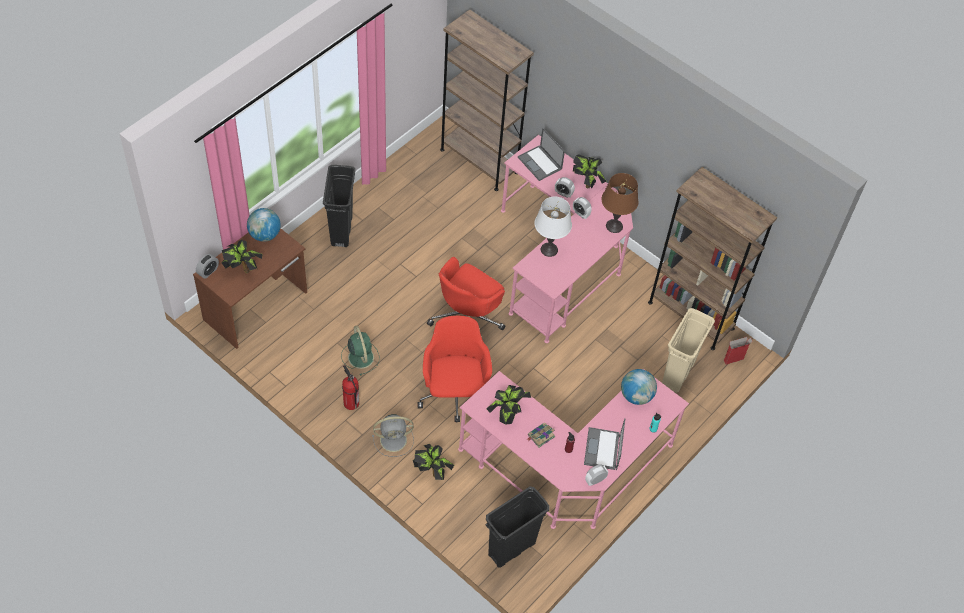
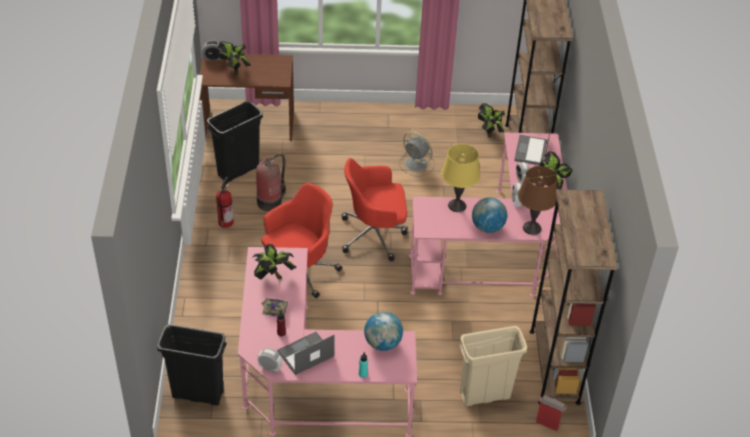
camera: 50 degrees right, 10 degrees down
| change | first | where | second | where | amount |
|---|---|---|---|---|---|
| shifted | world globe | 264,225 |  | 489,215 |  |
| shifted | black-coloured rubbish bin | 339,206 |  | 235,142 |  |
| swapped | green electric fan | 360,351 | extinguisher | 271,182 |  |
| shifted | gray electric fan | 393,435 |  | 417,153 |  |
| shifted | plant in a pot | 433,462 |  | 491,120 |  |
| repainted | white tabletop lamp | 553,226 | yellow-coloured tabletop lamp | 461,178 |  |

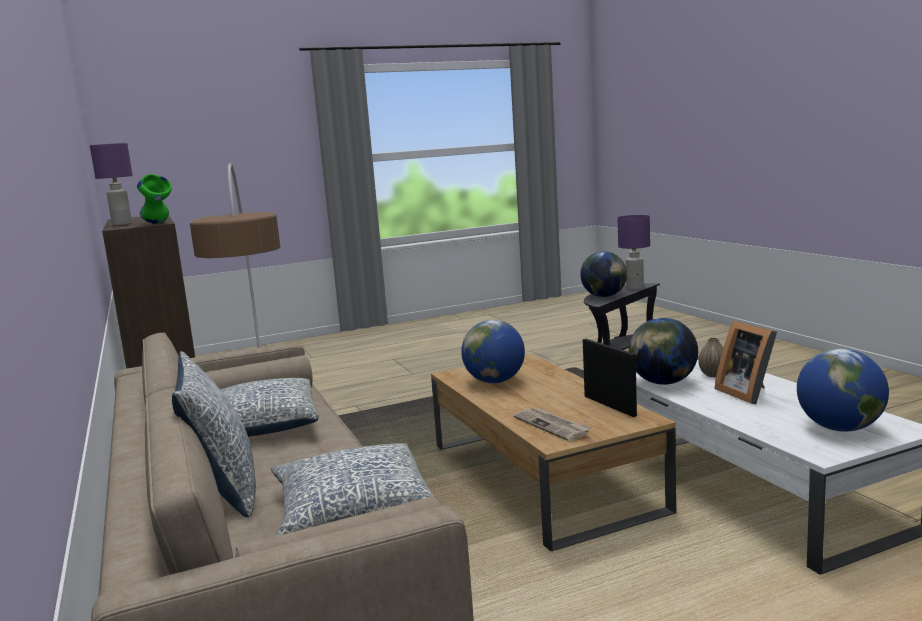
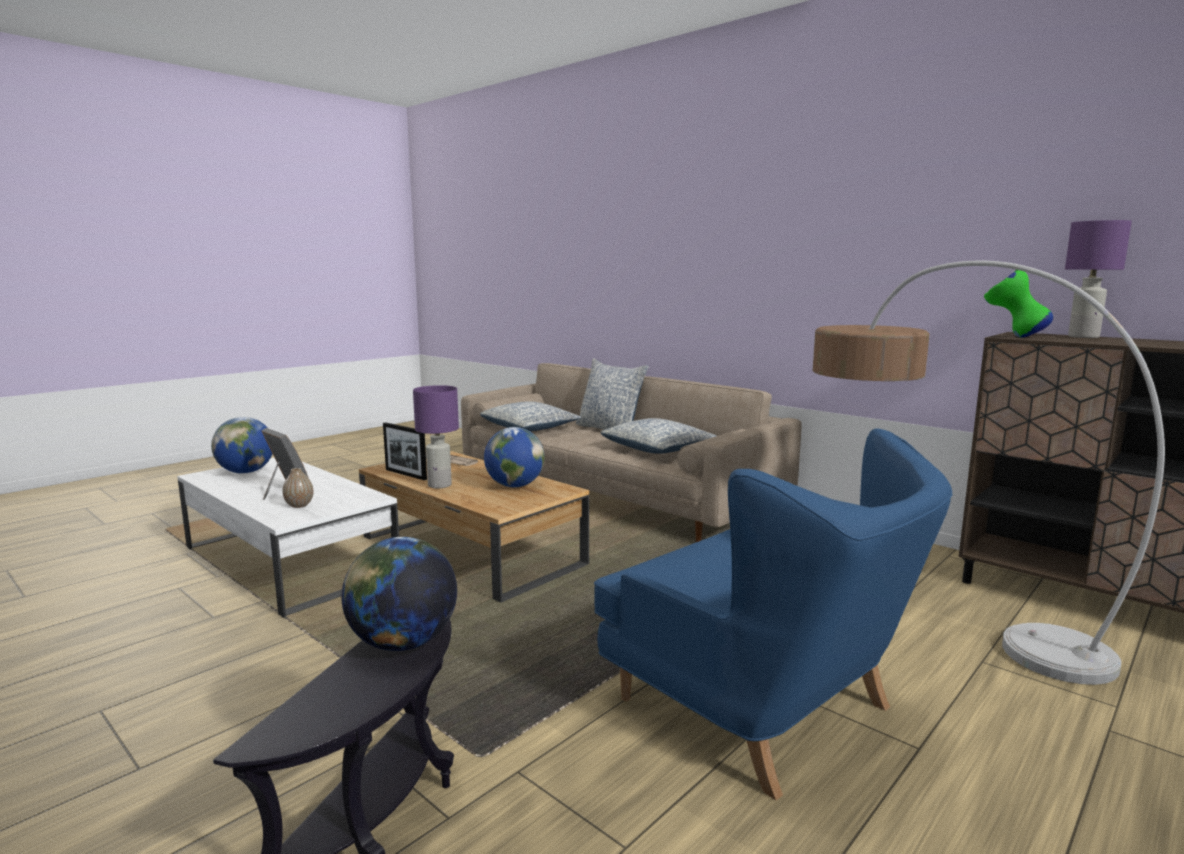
camera: 155 degrees right, 0 degrees up
| change | first | where | second | where | amount |
|---|---|---|---|---|---|
| shifted | purple-coloured tabletop lamp | 633,252 |  | 436,436 |  |
| gone | world globe | 663,351 |  |  |  |
| new |  |  | bluish lounge chair | 773,614 |  |

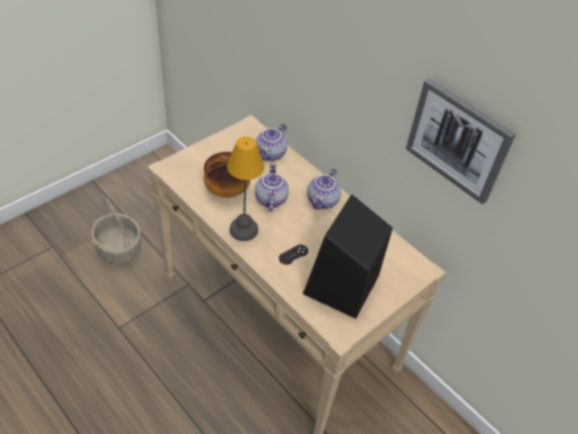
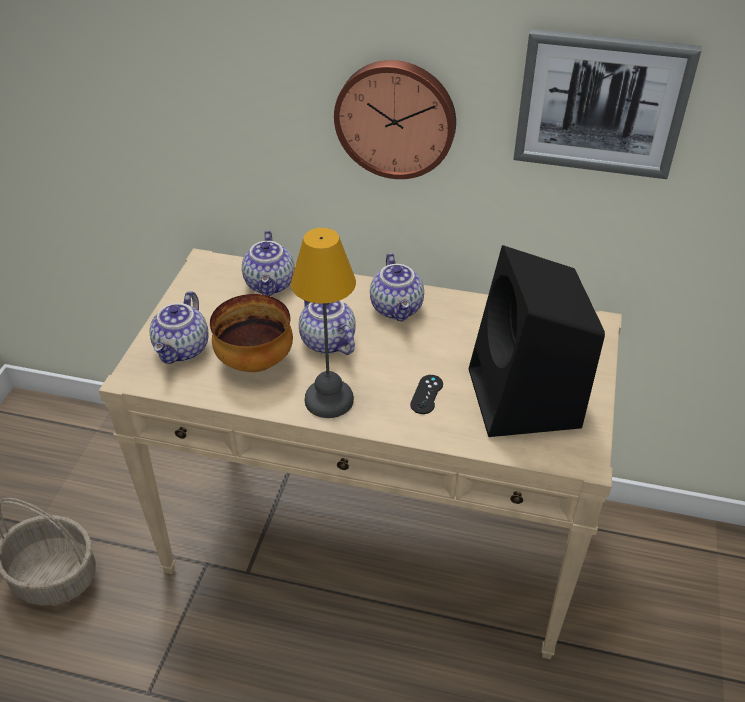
camera: 30 degrees left, 5 degrees down
| change | first | where | second | where | amount |
|---|---|---|---|---|---|
| new |  |  | pot for tea | 179,327 |  |
| new |  |  | clock on the wall | 395,119 |  |

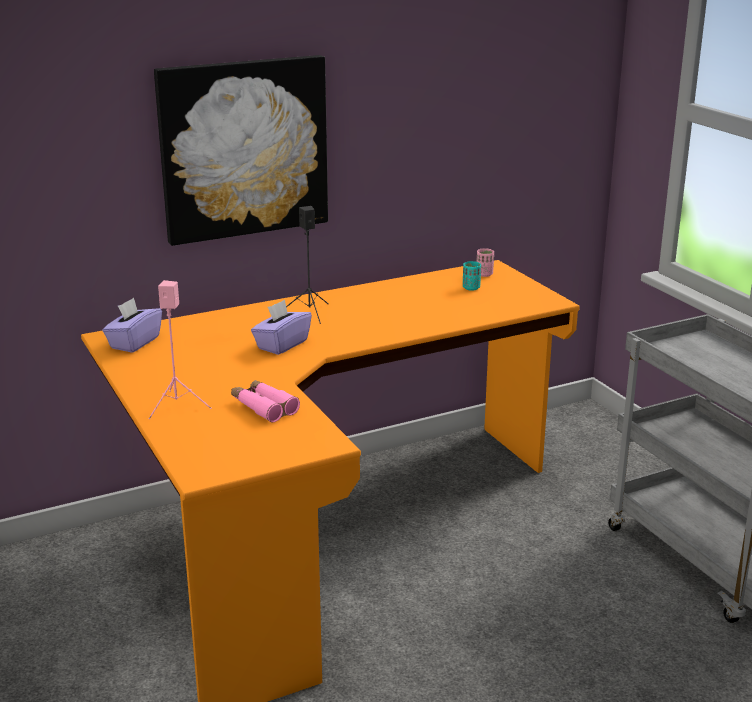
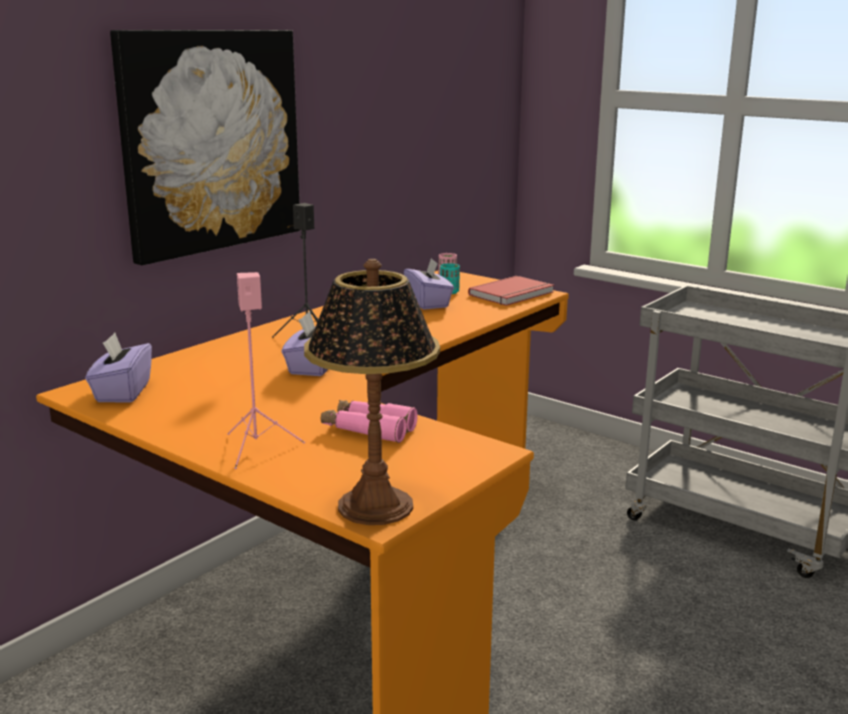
camera: 25 degrees left, 5 degrees down
| change | first | where | second | where | amount |
|---|---|---|---|---|---|
| new |  |  | tabletop lamp | 372,392 |  |
| new |  |  | purple-coloured box of tissues | 429,284 |  |
| new |  |  | reddish volume | 511,291 |  |

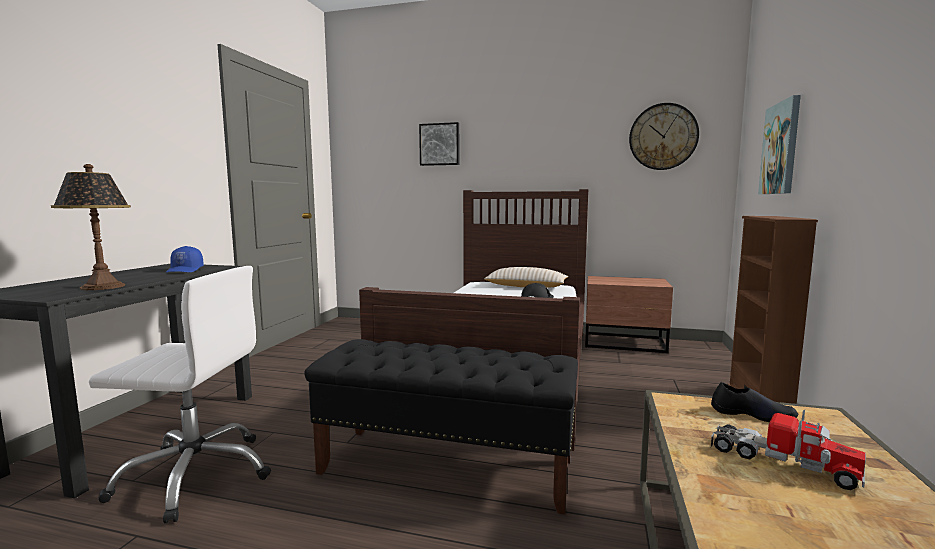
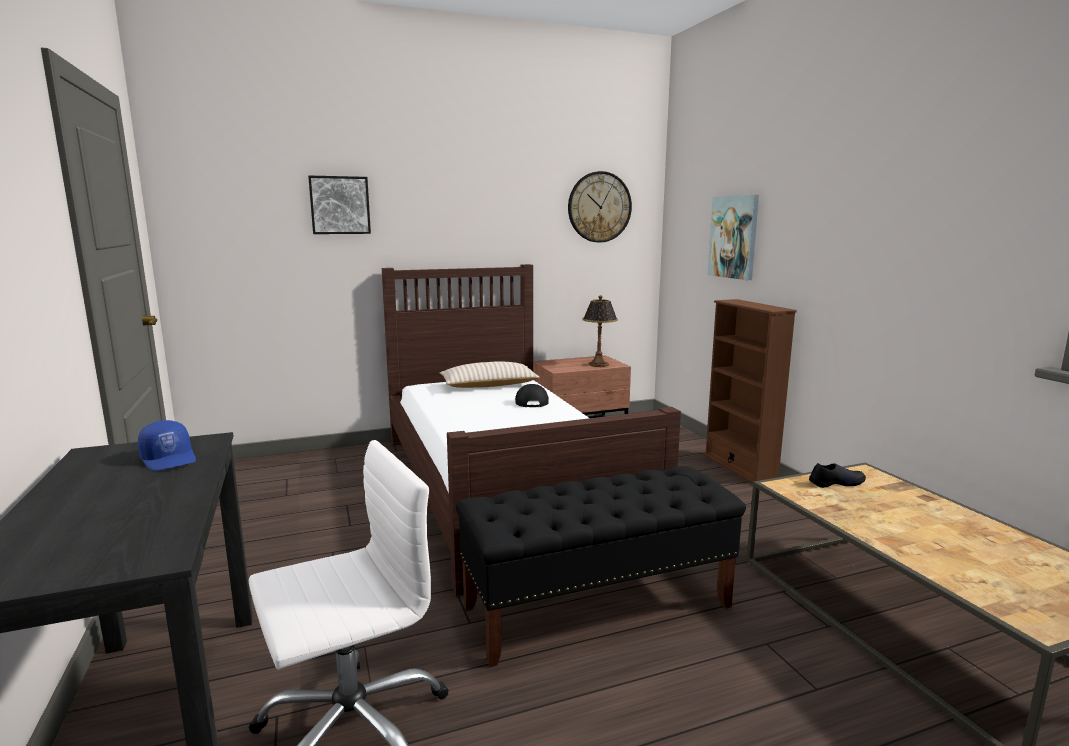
camera: 35 degrees left, 5 degrees up
| change | first | where | second | where | amount |
|---|---|---|---|---|---|
| shifted | tabletop lamp | 91,227 |  | 600,331 |  |
| gone | toy truck | 788,450 |  |  |  |

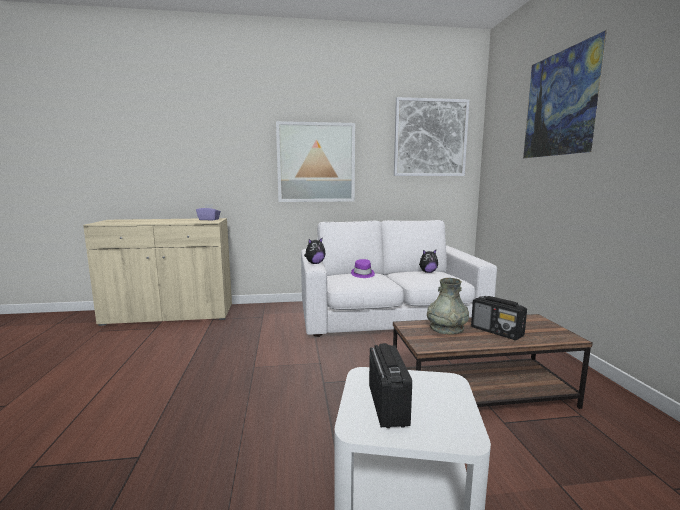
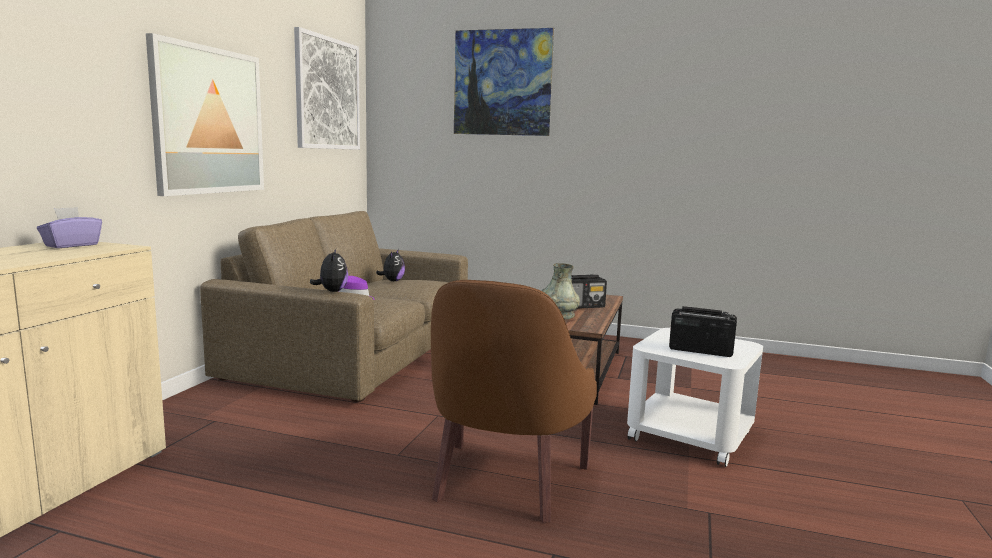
camera: 65 degrees left, 0 degrees up
| change | first | where | second | where | amount |
|---|---|---|---|---|---|
| repainted | white sofa | 399,278 | brownish sofa | 334,306 |  |
| new |  |  | brownish lounge chair | 514,401 |  |

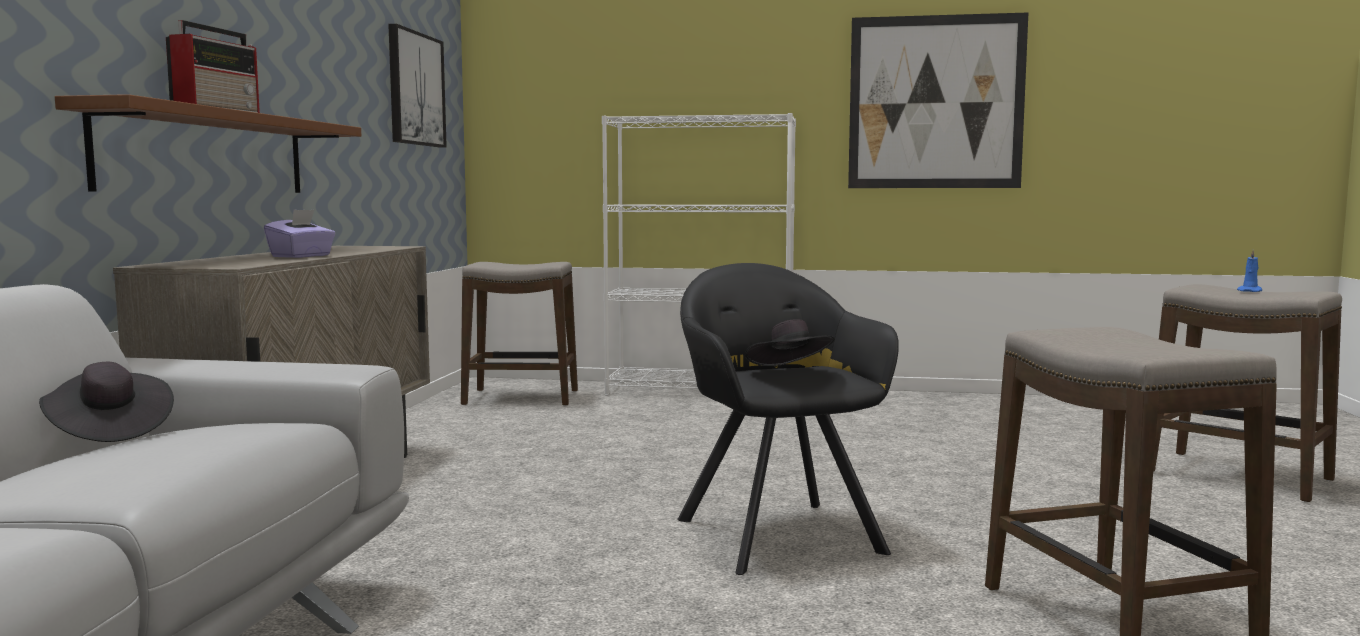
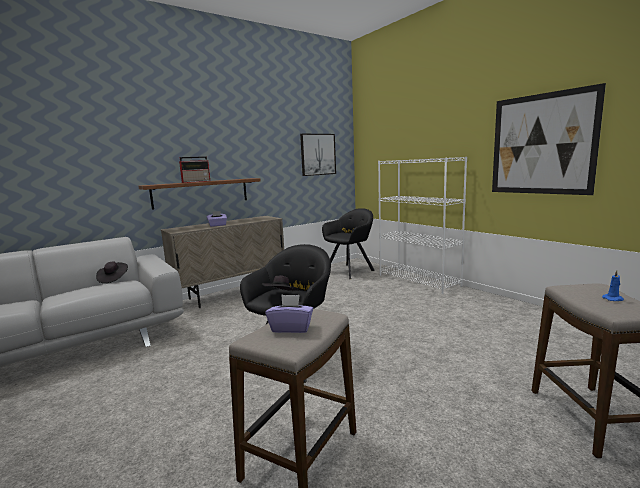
camera: 45 degrees right, 5 degrees up
| change | first | where | second | where | amount |
|---|---|---|---|---|---|
| swapped | sitting stool | 519,334 | black-coloured lounge chair | 348,243 |  |
| new |  |  | purple-coloured box of tissues | 289,313 |  |

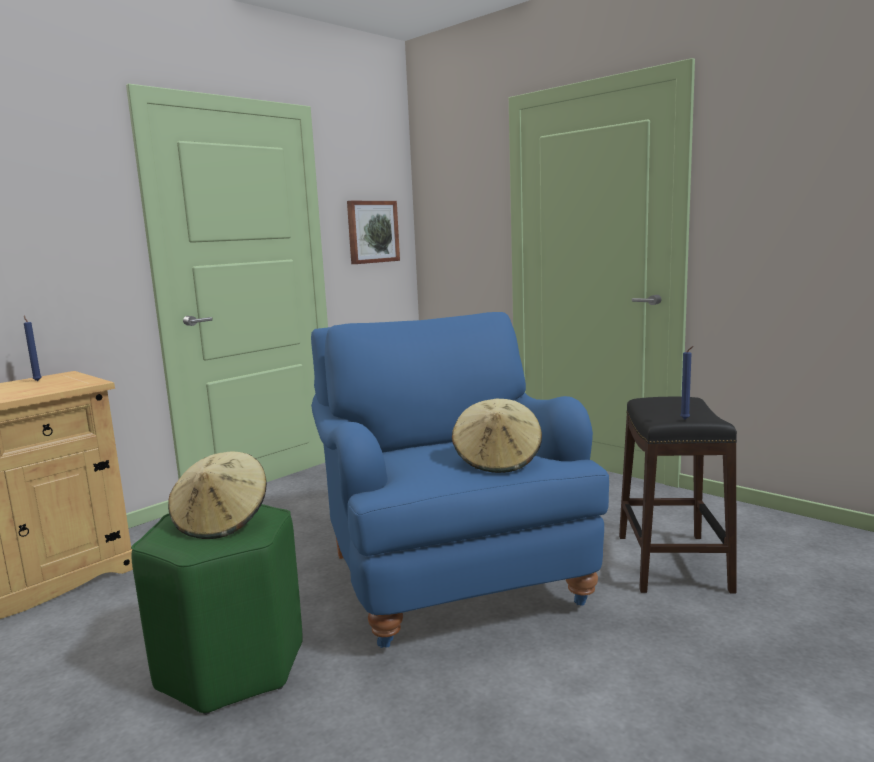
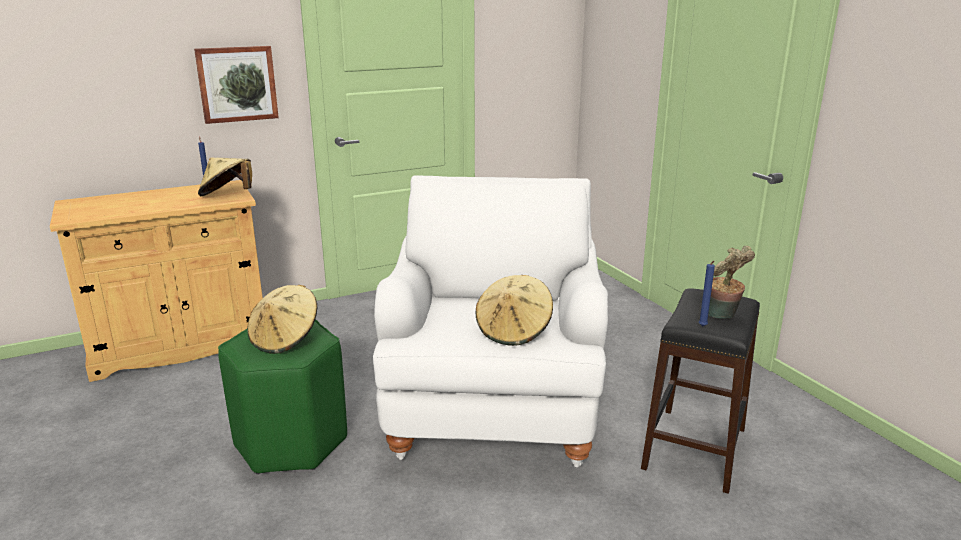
camera: 20 degrees right, 10 degrees up
| change | first | where | second | where | amount |
|---|---|---|---|---|---|
| repainted | bluish lounge chair | 460,480 | white lounge chair | 490,321 |  |
| shifted | wall picture | 373,232 |  | 236,85 |  |
| new |  |  | beige clothing hat | 225,176 |  |
| new |  |  | plant in a pot | 731,282 |  |

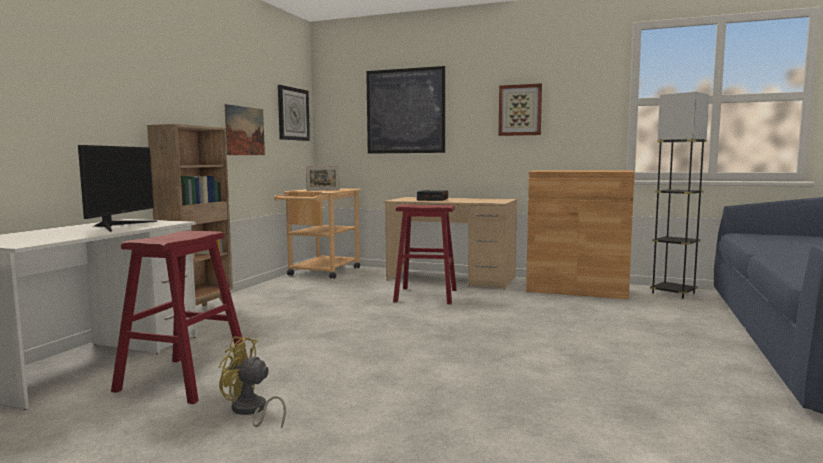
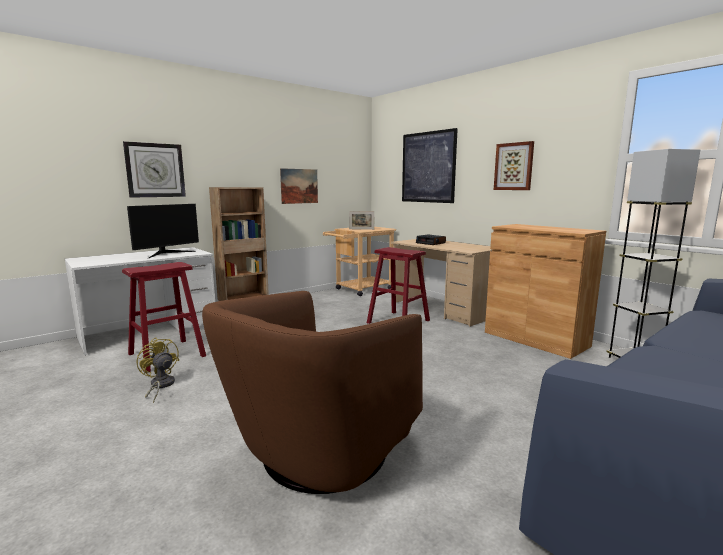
camera: 30 degrees right, 5 degrees up
| change | first | where | second | where | amount |
|---|---|---|---|---|---|
| shifted | clock on the wall | 294,113 |  | 154,169 |  |
| new |  |  | brownish lounge chair | 312,392 |  |

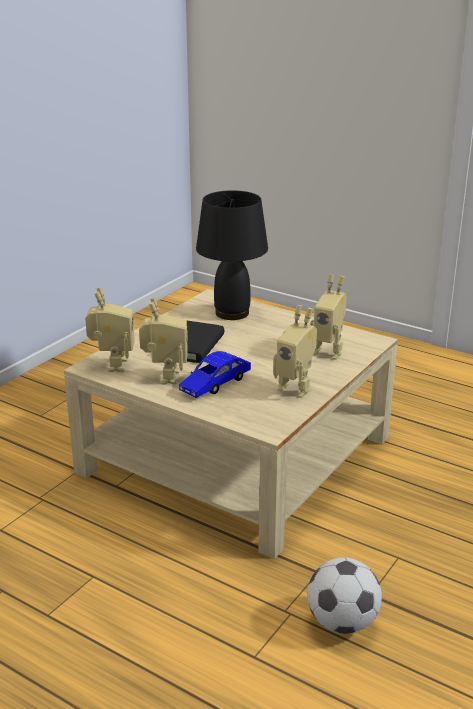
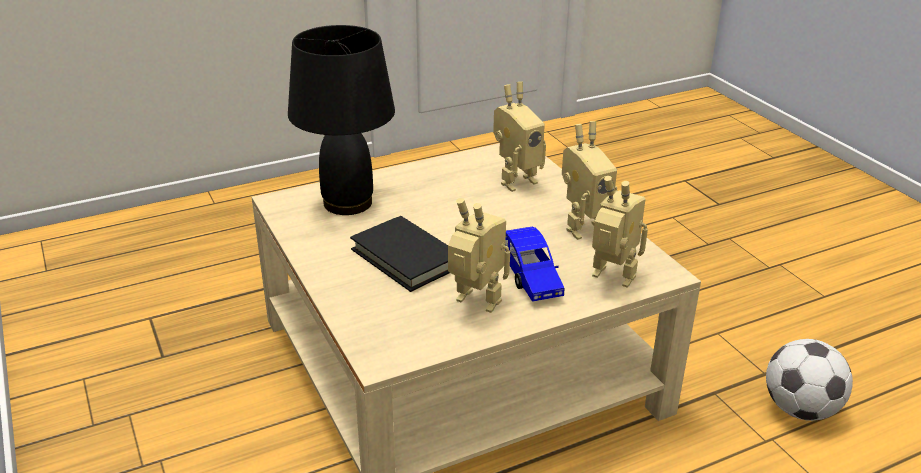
camera: 60 degrees left, 5 degrees up
| change | first | where | second | where | amount |
|---|---|---|---|---|---|
| shifted | toy robot | 110,329 |  | 620,232 |  |

